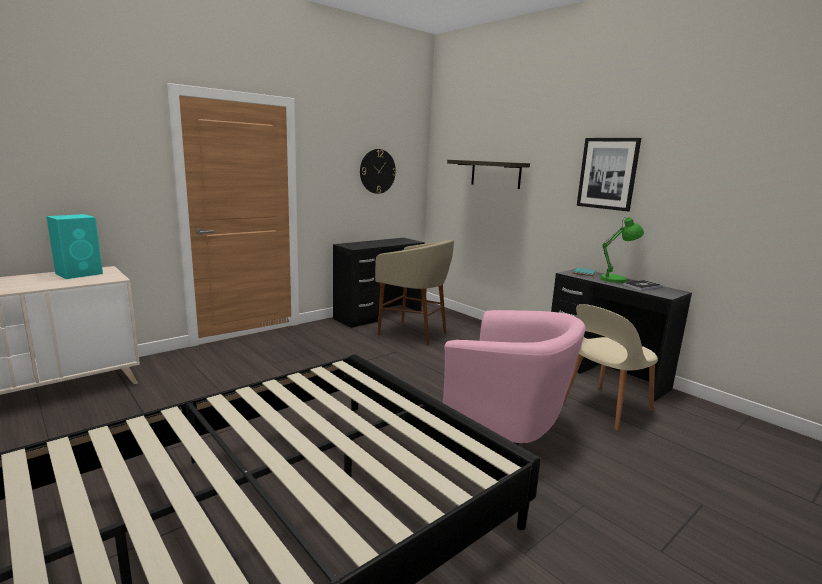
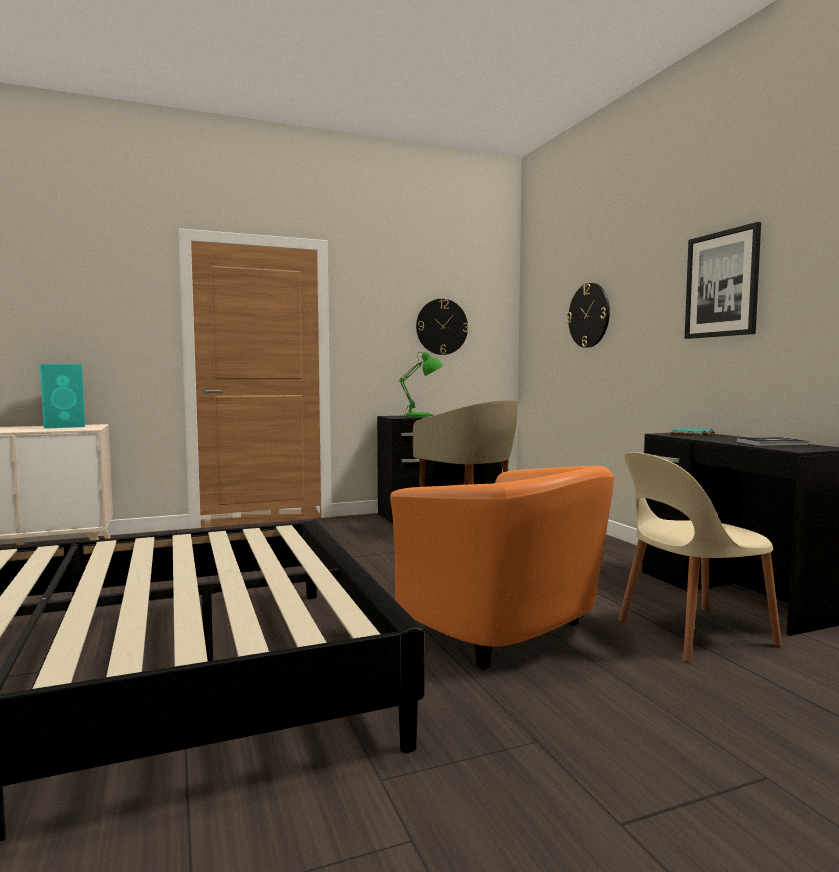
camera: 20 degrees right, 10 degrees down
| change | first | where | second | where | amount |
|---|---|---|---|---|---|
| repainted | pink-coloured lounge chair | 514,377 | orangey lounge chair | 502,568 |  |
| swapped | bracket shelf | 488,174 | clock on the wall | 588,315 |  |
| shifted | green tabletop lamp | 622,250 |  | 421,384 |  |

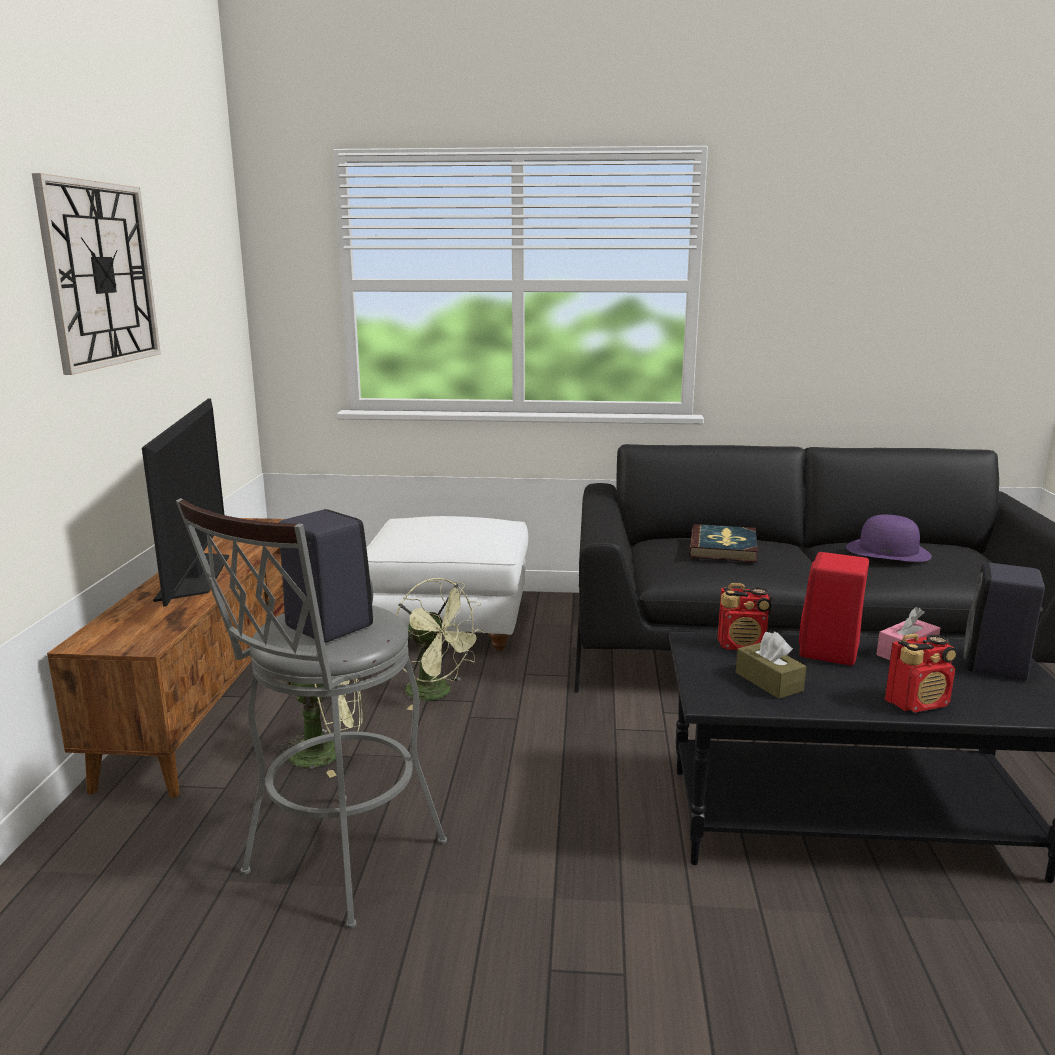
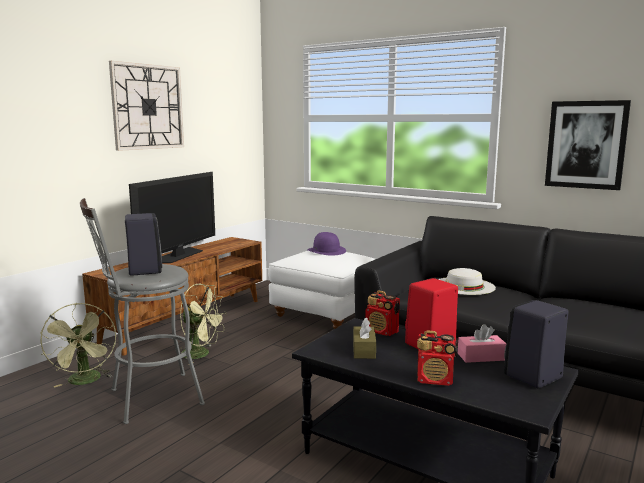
camera: 30 degrees right, 5 degrees down
| change | first | where | second | where | amount |
|---|---|---|---|---|---|
| shifted | green electric fan | 440,644 |  | 78,345 |  |
| swapped | volume | 723,543 | white clothing hat | 467,281 |  |
| shifted | purple-coloured clothing hat | 889,538 |  | 326,244 |  |
| new |  |  | wall picture | 588,145 |  |

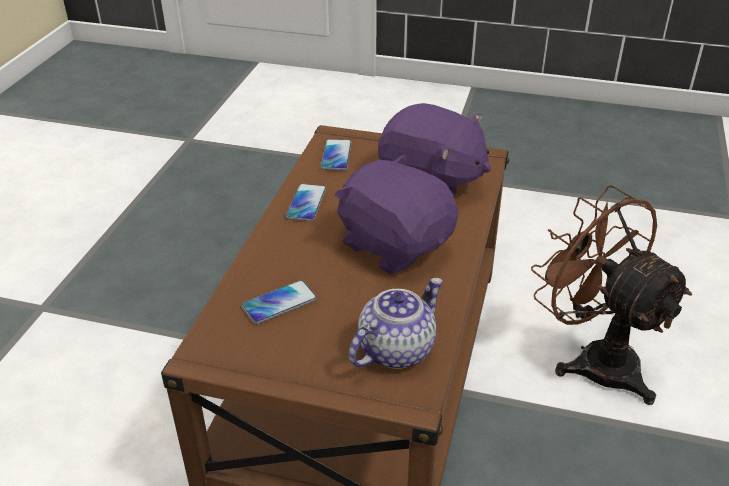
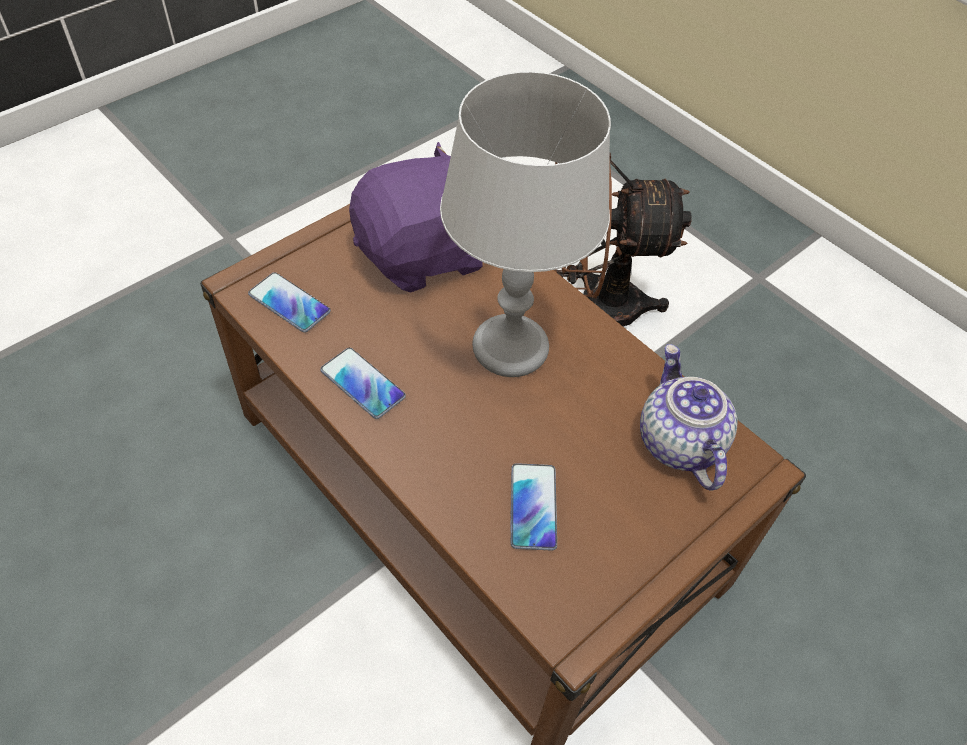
camera: 60 degrees left, 15 degrees up
| change | first | where | second | where | amount |
|---|---|---|---|---|---|
| swapped | purple-coloured soft toy | 396,214 | gray tabletop lamp | 525,224 |  |

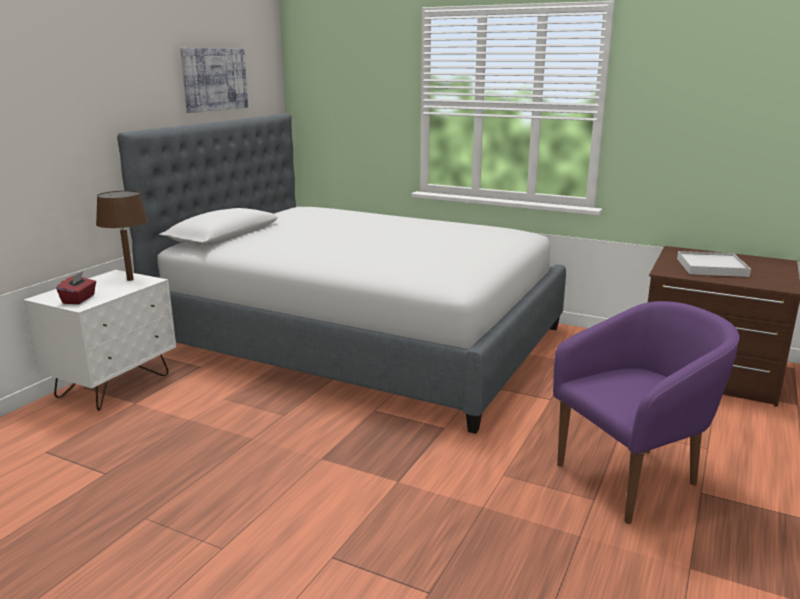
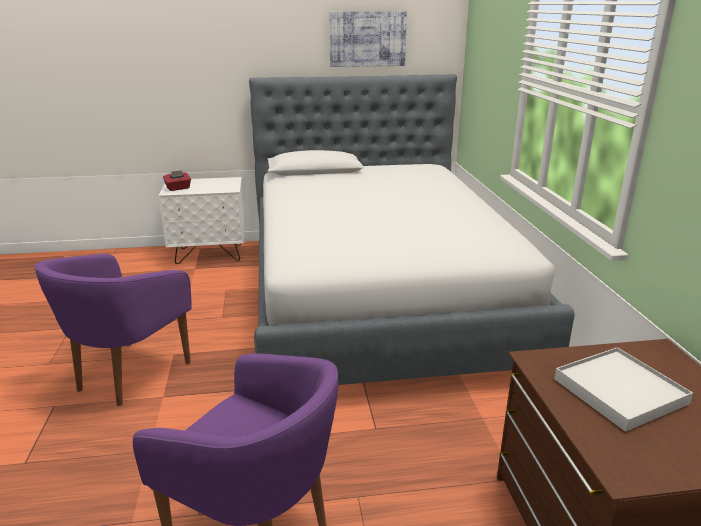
camera: 55 degrees right, 5 degrees up
| change | first | where | second | where | amount |
|---|---|---|---|---|---|
| gone | brownish tabletop lamp | 122,236 |  |  |  |
| new |  |  | purple-coloured lounge chair | 113,330 |  |

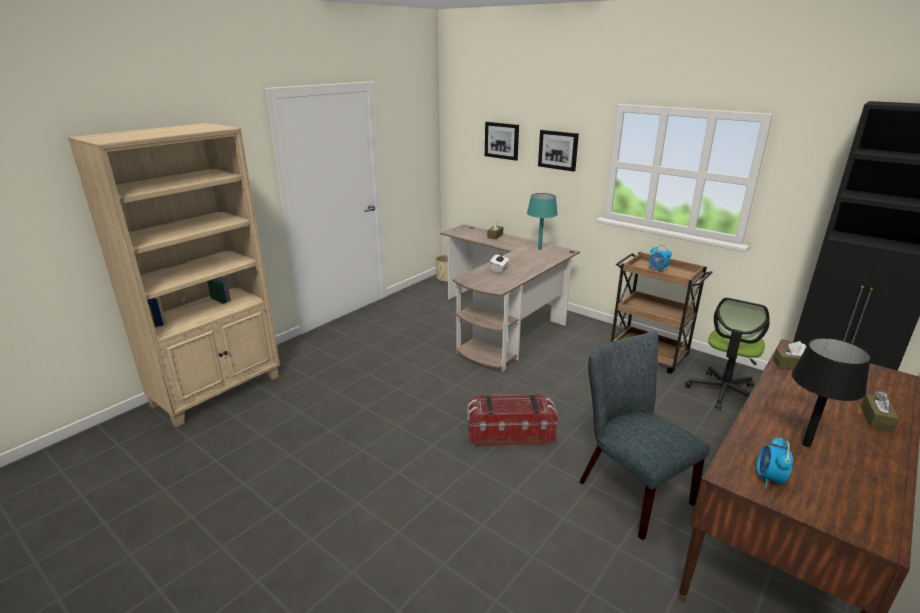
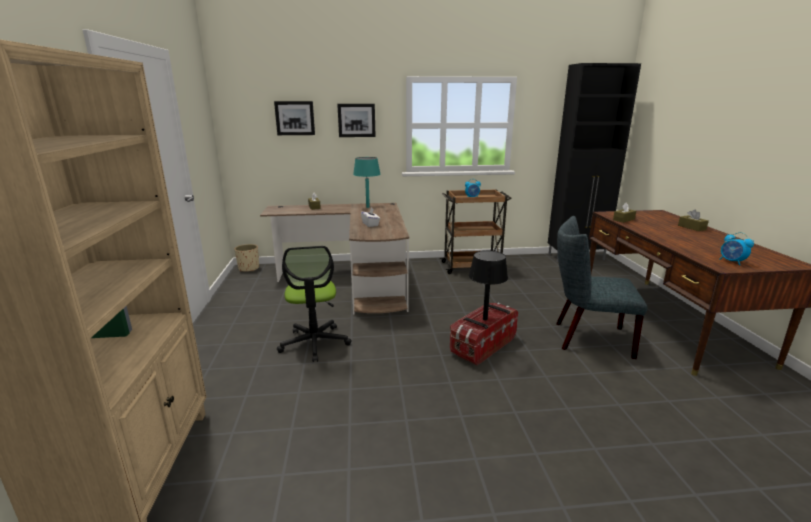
camera: 45 degrees left, 5 degrees down
| change | first | where | second | where | amount |
|---|---|---|---|---|---|
| shifted | desk chair | 727,354 |  | 314,304 |  |
| shifted | black-coloured tabletop lamp | 831,392 |  | 488,285 |  |

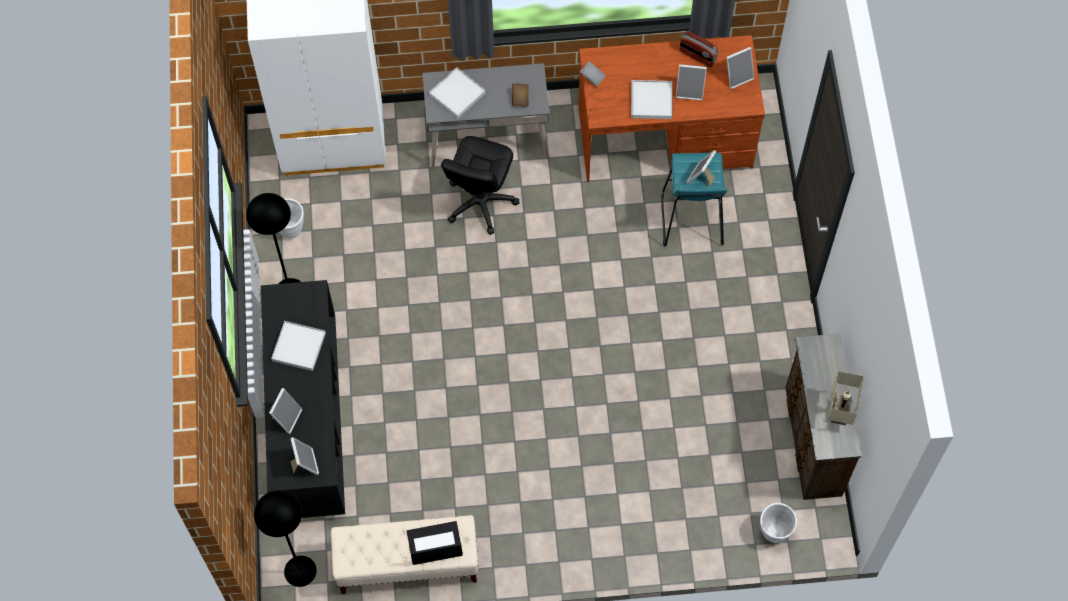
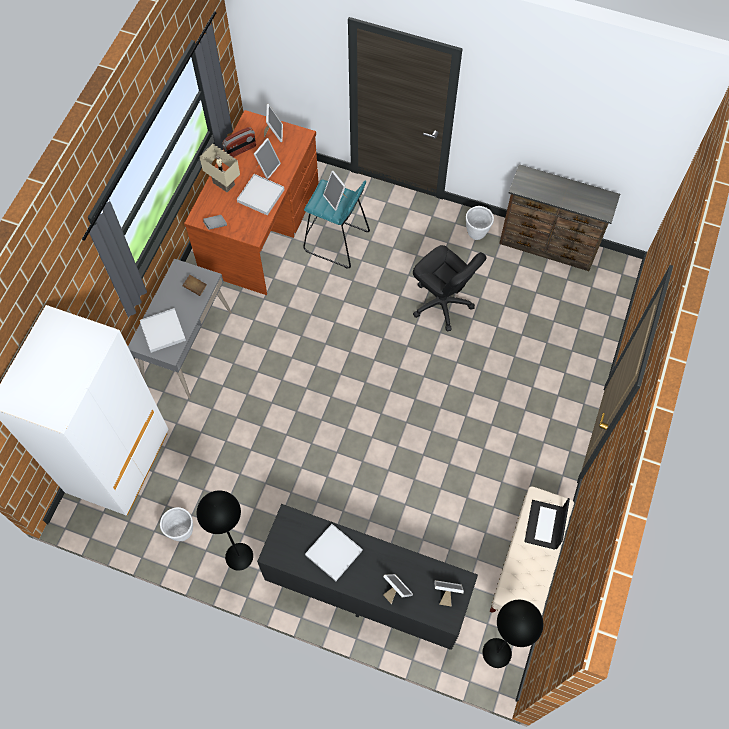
camera: 65 degrees left, 0 degrees up
| change | first | where | second | where | amount |
|---|---|---|---|---|---|
| shifted | black-coloured desk chair | 480,185 |  | 449,288 |  |
| shifted | white plant pot | 778,523 |  | 480,223 |  |
| shifted | beige tabletop lamp | 846,398 |  | 219,168 |  |

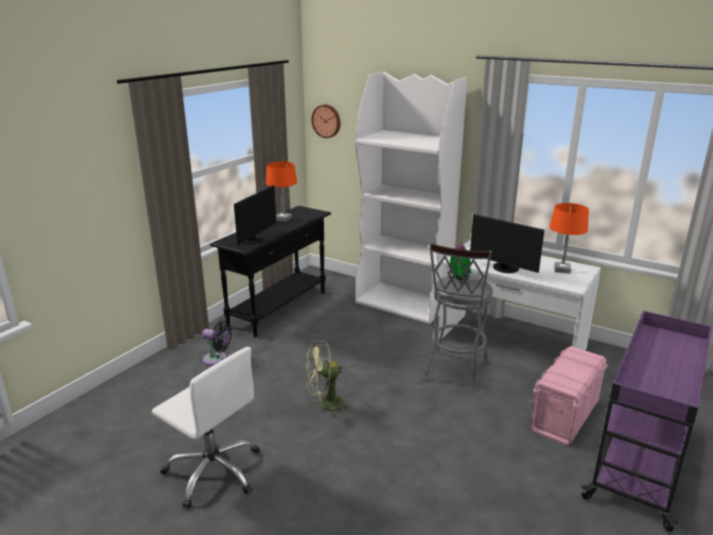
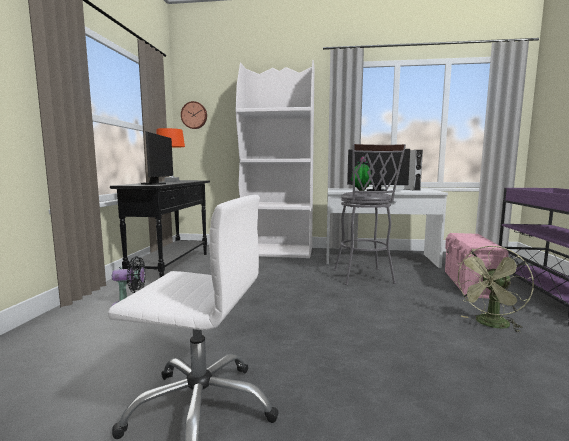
camera: 25 degrees left, 15 degrees down
| change | first | where | second | where | amount |
|---|---|---|---|---|---|
| shifted | green electric fan | 329,378 |  | 494,289 |  |
| swapped | orangey tabletop lamp | 569,238 | gray loudspeaker | 413,170 |  |

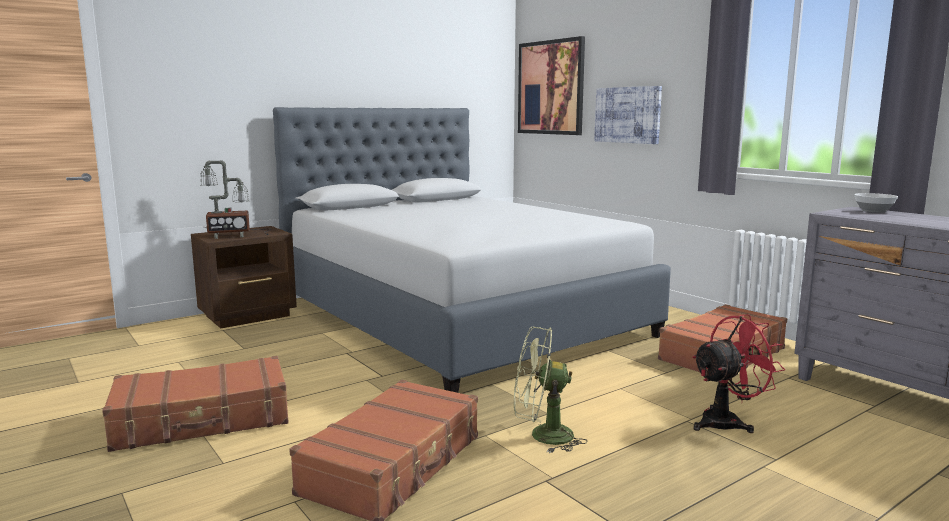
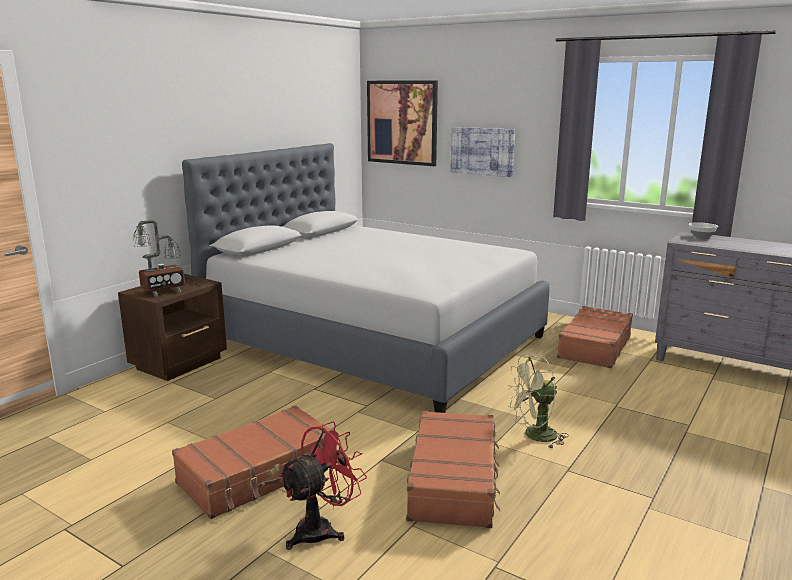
camera: 20 degrees left, 5 degrees up
| change | first | where | second | where | amount |
|---|---|---|---|---|---|
| shifted | reddish electric fan | 738,373 |  | 322,485 |  |

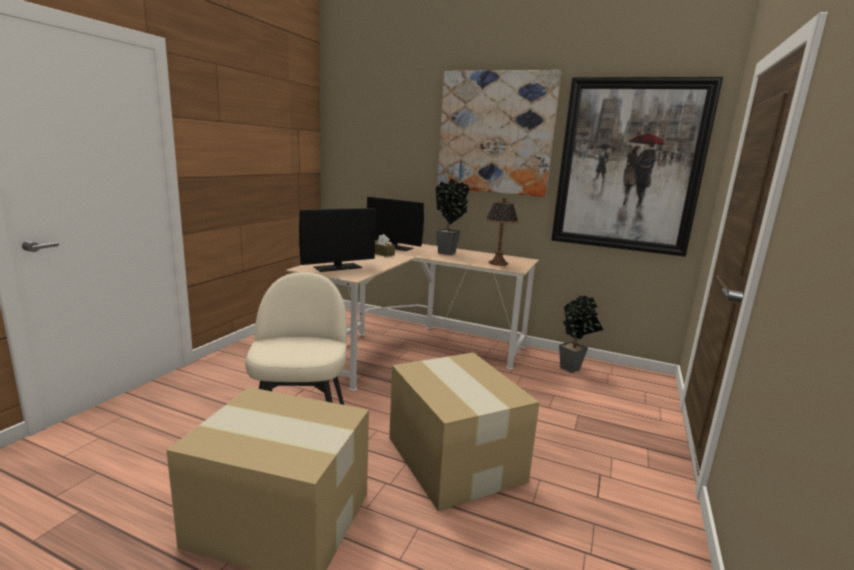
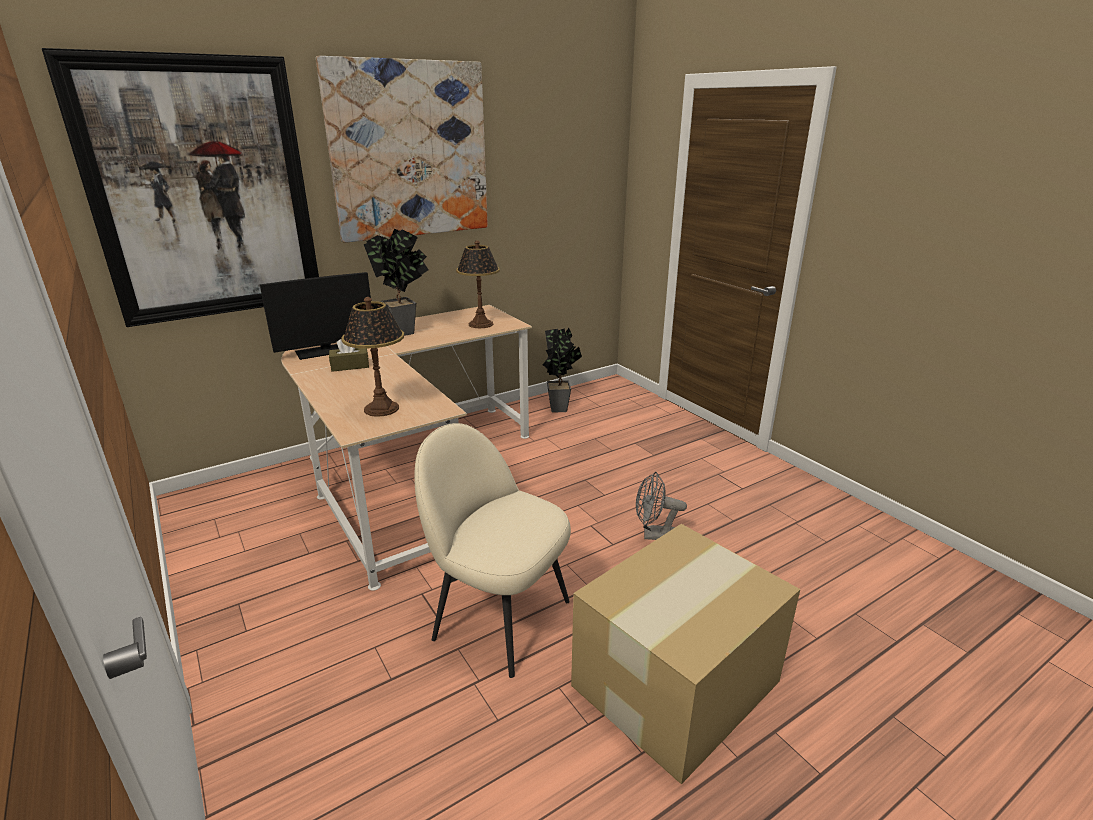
camera: 55 degrees left, 10 degrees up
| change | first | where | second | where | amount |
|---|---|---|---|---|---|
| swapped | monitor | 337,240 | tabletop lamp | 372,357 |  |
| swapped | carton | 464,431 | gray electric fan | 661,506 |  |
| shifted | wall picture | 637,167 |  | 180,187 |  |

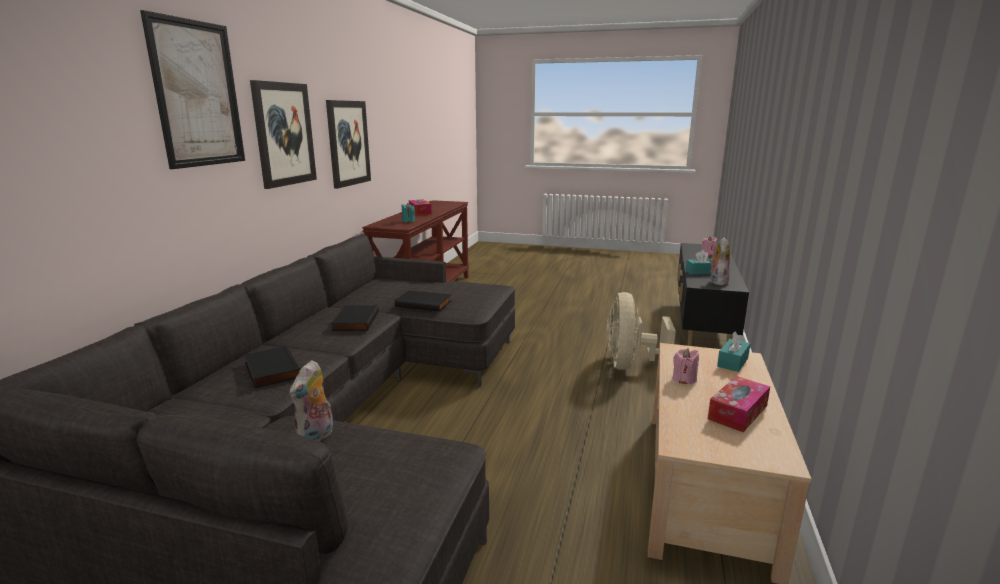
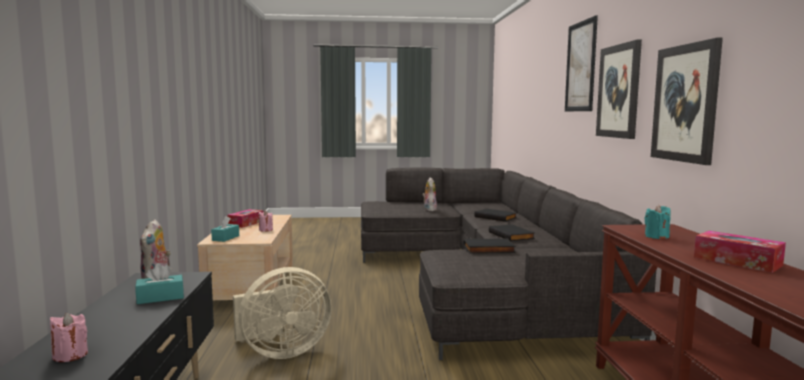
camera: 160 degrees right, 10 degrees down
| change | first | where | second | where | amount |
|---|---|---|---|---|---|
| rotated | beige electric fan | 641,331 |  | 282,313 | 75 degrees clockwise |

